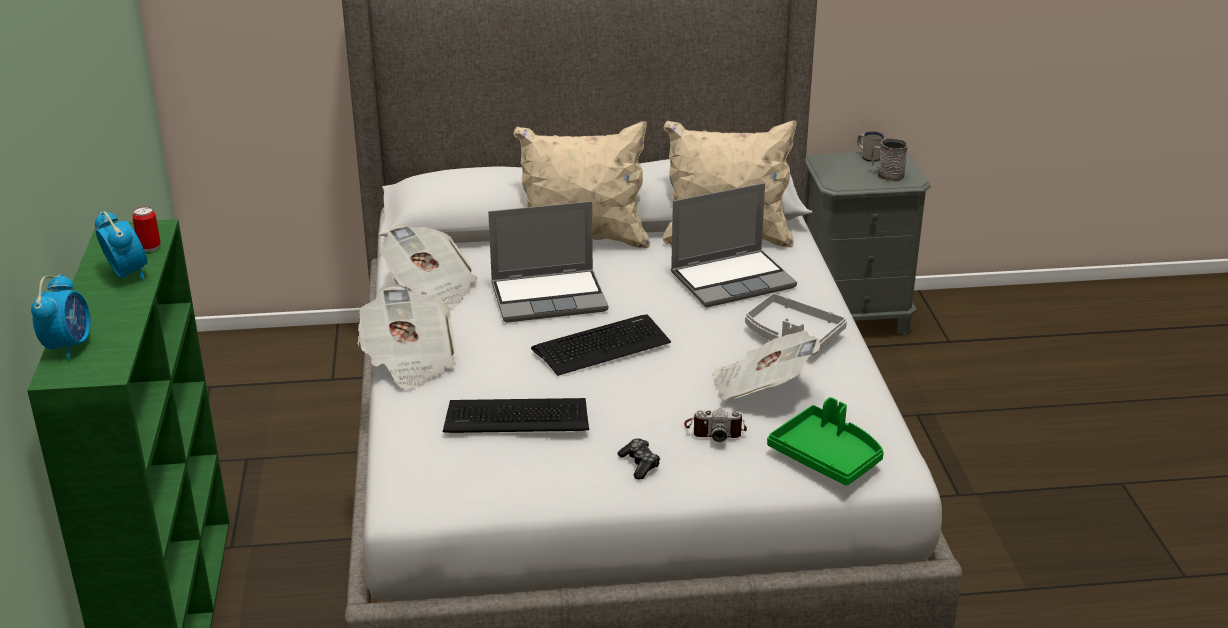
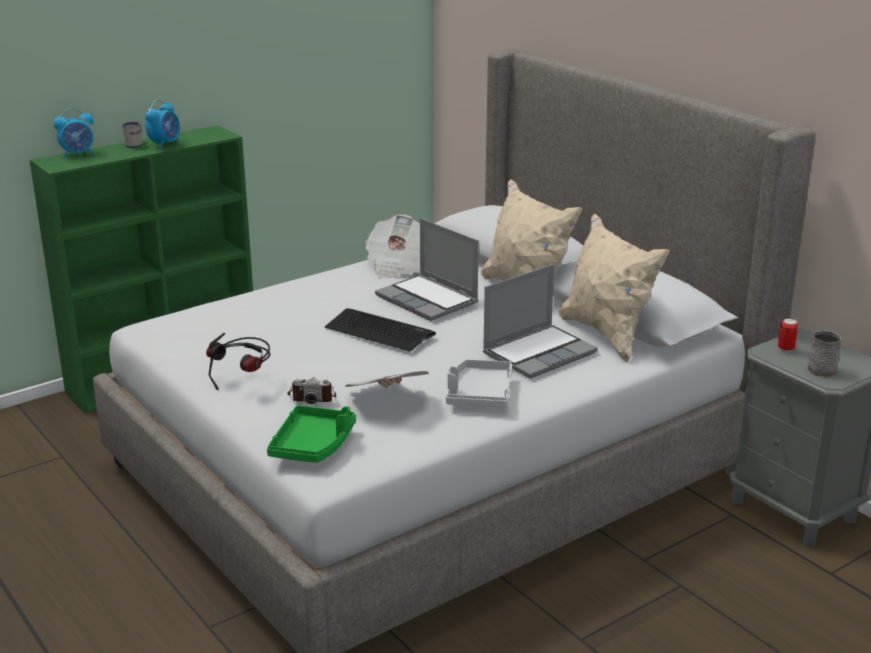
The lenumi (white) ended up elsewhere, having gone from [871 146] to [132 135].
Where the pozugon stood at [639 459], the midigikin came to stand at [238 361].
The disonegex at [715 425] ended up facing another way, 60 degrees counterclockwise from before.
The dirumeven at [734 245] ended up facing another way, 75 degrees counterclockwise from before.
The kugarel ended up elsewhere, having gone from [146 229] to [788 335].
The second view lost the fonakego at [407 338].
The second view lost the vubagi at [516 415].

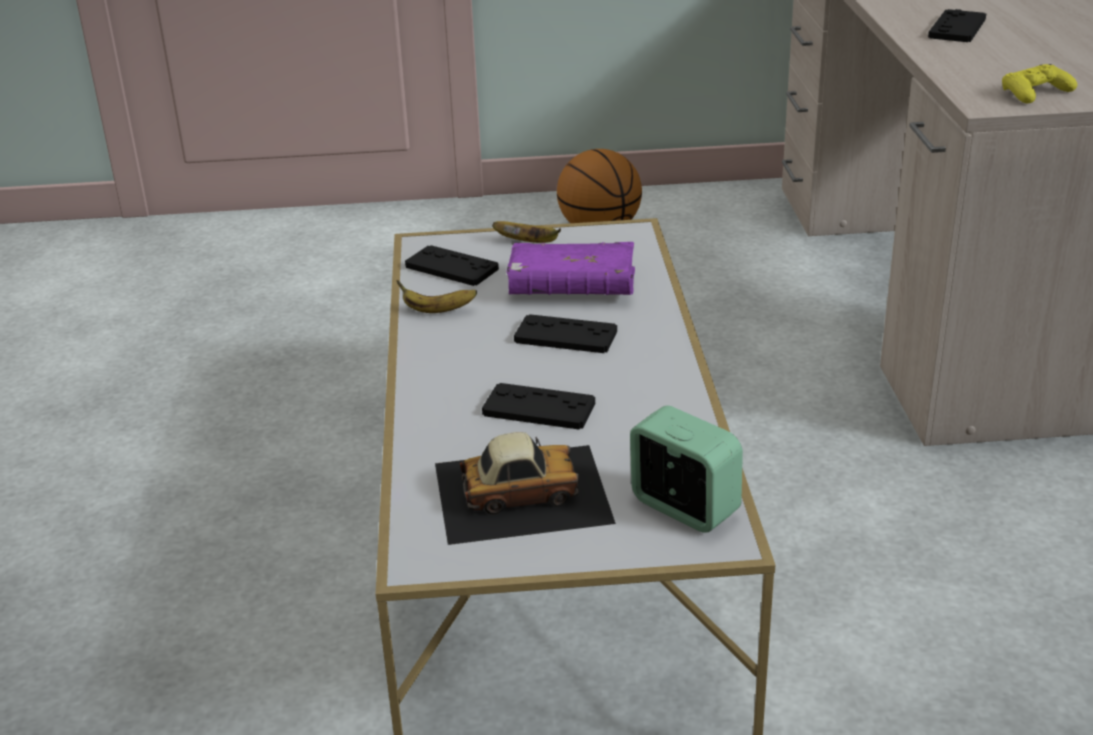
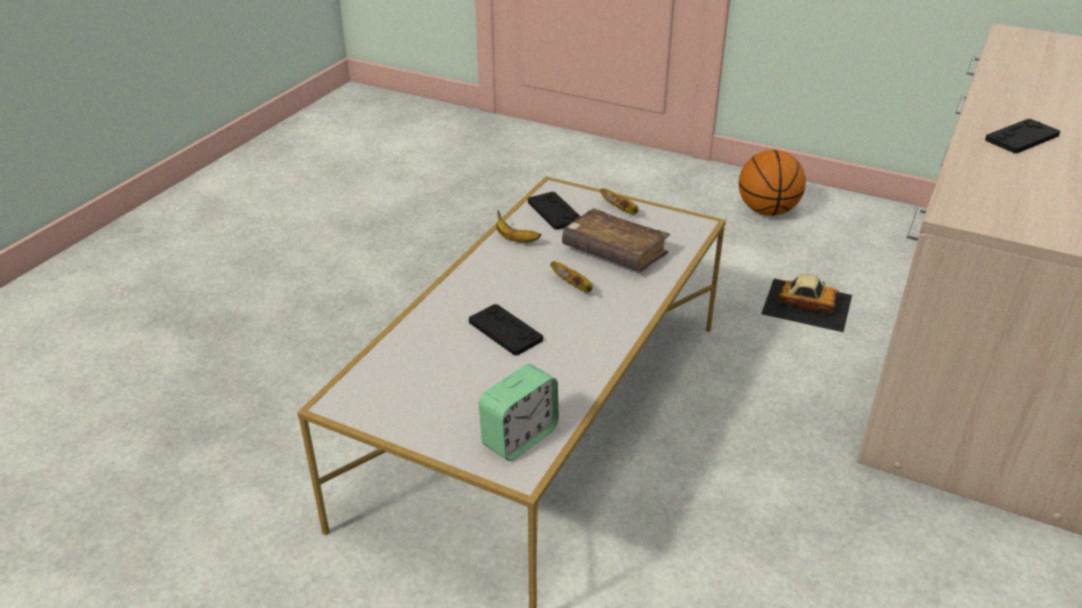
The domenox at [686 469] ended up facing another way, 60 degrees clockwise from before.
Where the pozugon (black) stood at [565 333], the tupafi came to stand at [571 277].
What was the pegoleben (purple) at [570 268] turned into the pegoleben (brown) at [616 240].
The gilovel ended up elsewhere, having gone from [525 488] to [806 303].
The second view lost the pozugon (yellow) at [1039 83].

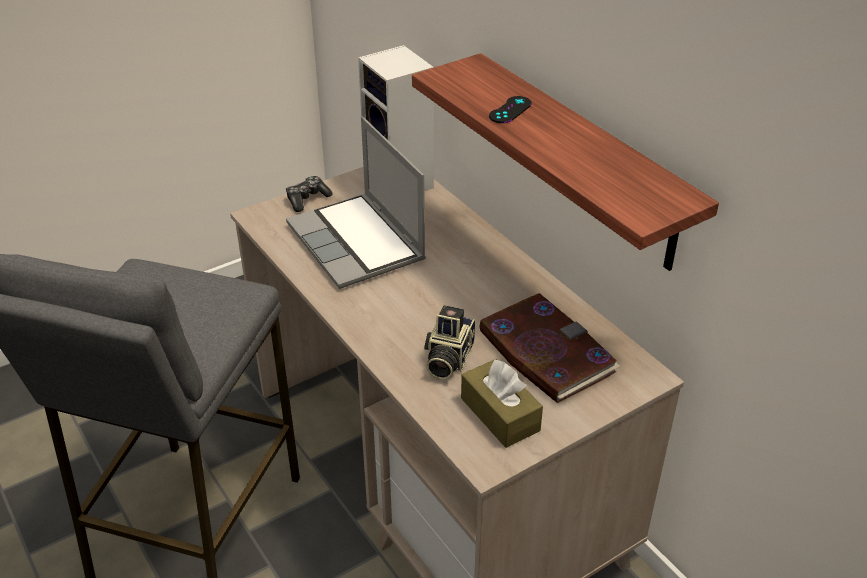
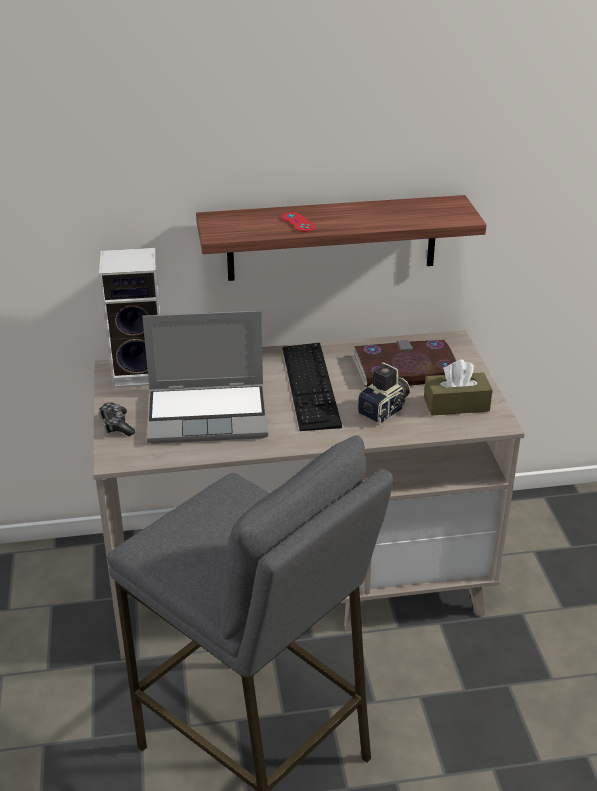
What was the pozugon (black) at [510 109] turned into the pozugon (red) at [298 222].
The second view gained the vubagi at [312 387].
The disonegex at [449 342] ended up facing another way, 90 degrees counterclockwise from before.

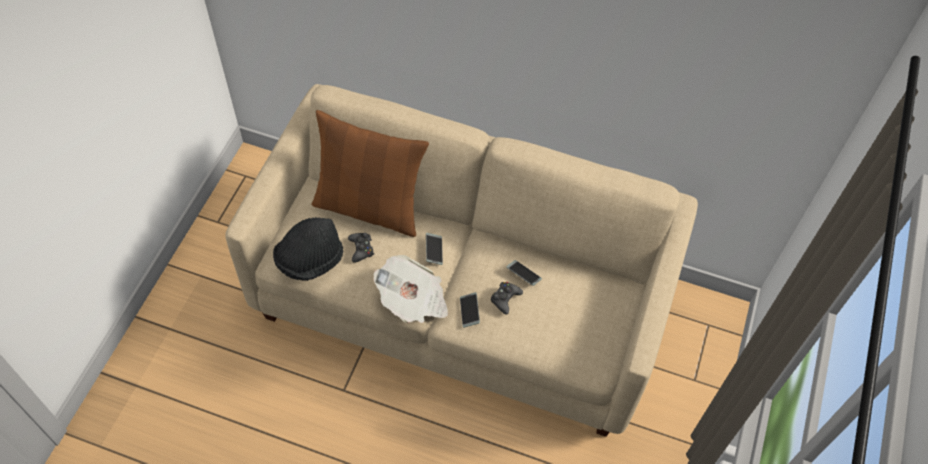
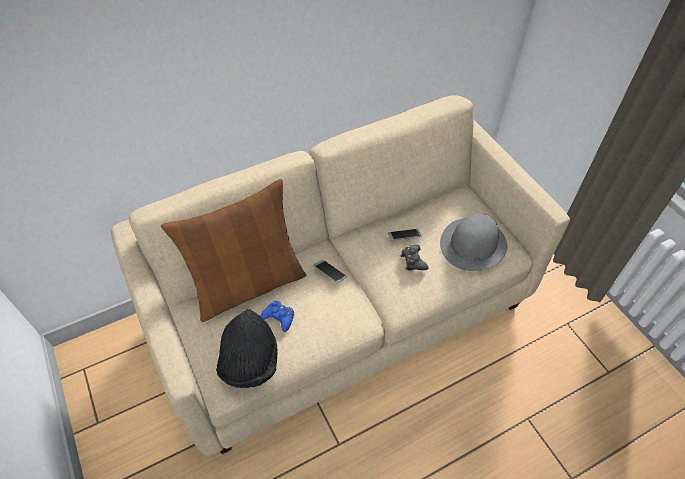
What was the pozugon (black) at [361 247] turned into the pozugon (blue) at [277 316].
The second view gained the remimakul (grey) at [473 242].
The second view lost the fonakego at [410 289].
The second view lost the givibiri at [470 310].

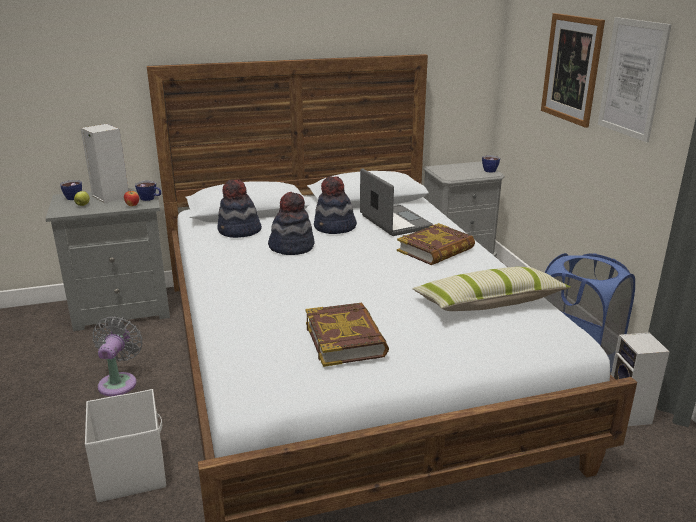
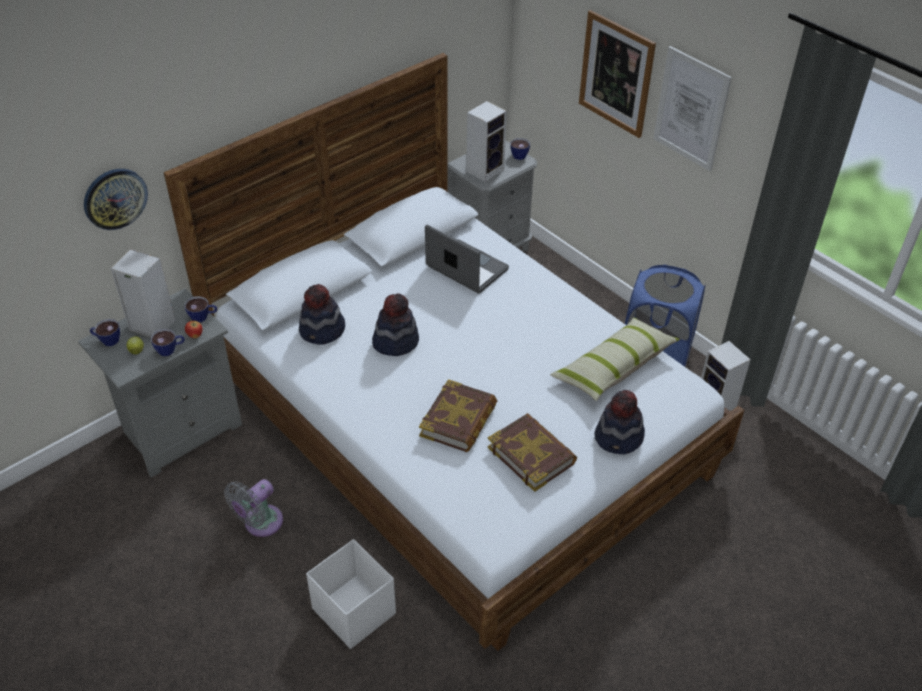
The second view gained the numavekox at [116 199].
The second view gained the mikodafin at [168 342].
The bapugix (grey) at [117 356] ended up facing another way, 120 degrees counterclockwise from before.
The pegoleben ended up elsewhere, having gone from [436 244] to [458 415].
The second view gained the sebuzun at [486 141].
The remimakul ended up elsewhere, having gone from [335 205] to [619 422].

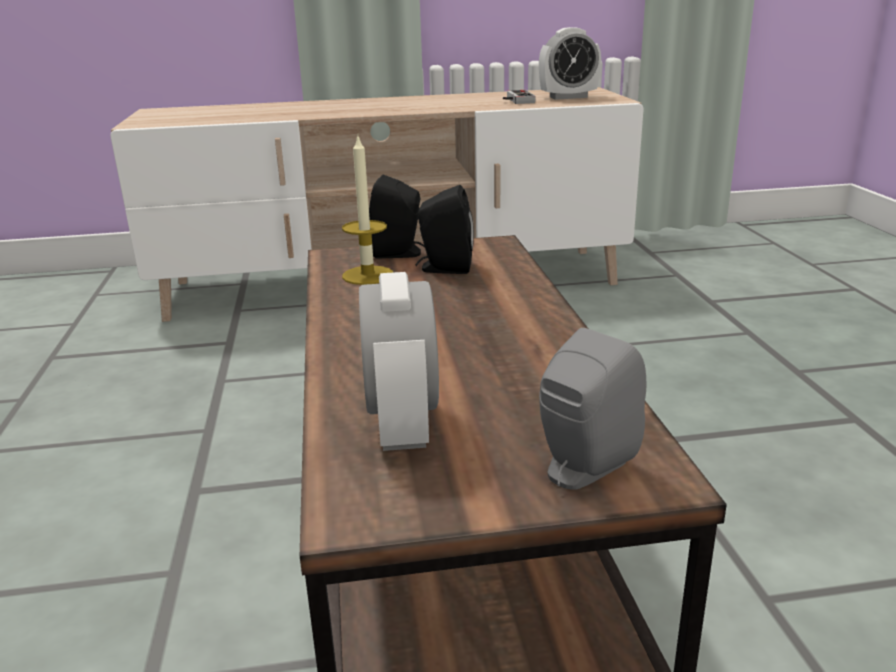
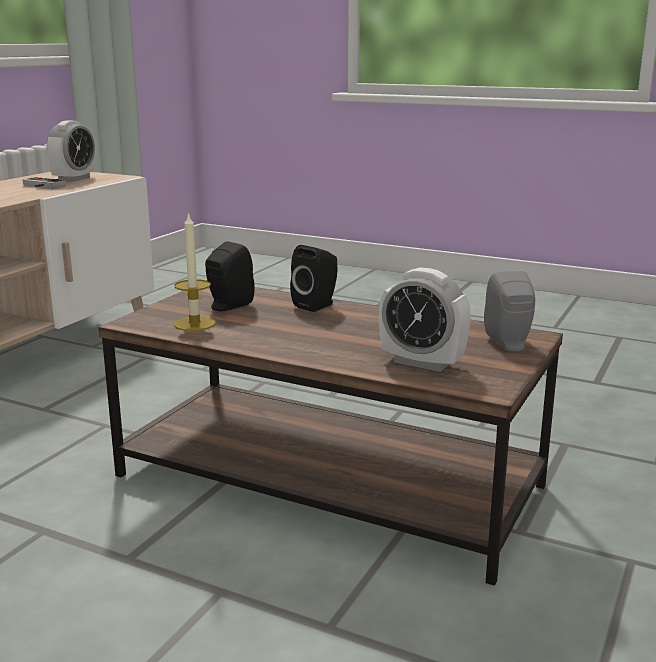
The sebuzun (black) ended up elsewhere, having gone from [397 216] to [314 278].

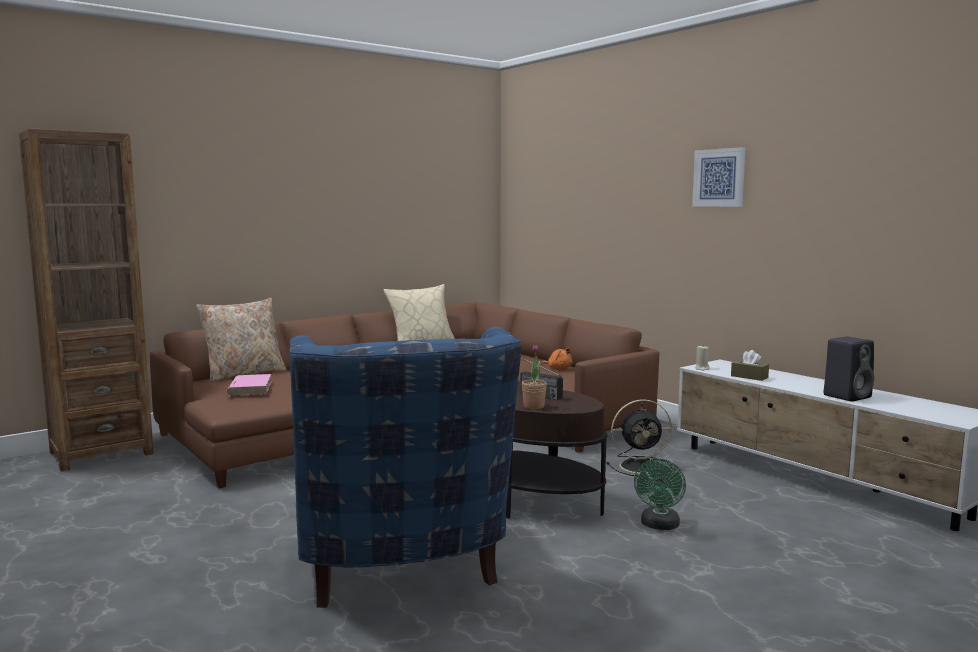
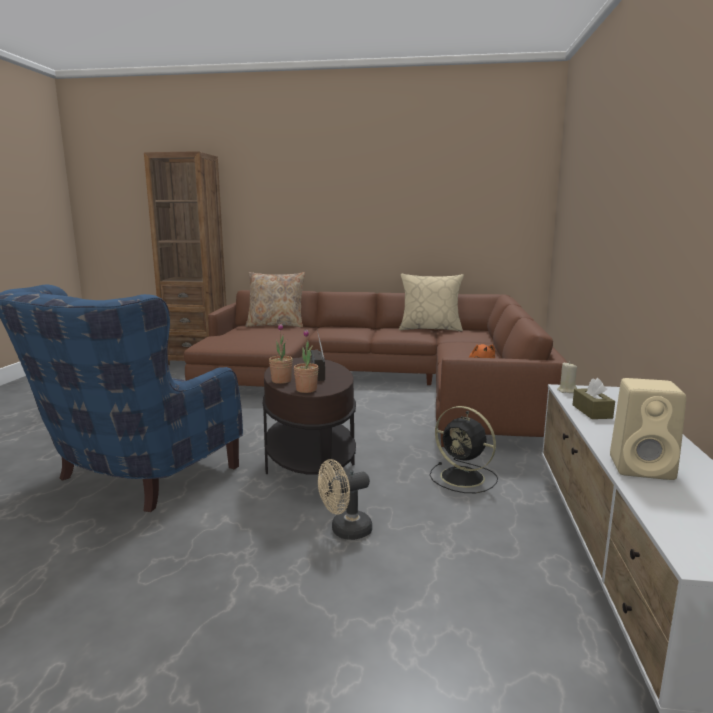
The second view gained the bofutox at [306 361].
What was the bapugix (green) at [660 494] turned into the bapugix (beige) at [345 499].
What was the sebuzun (black) at [849 369] turned into the sebuzun (beige) at [648 429].
The second view lost the pegoleben (pink) at [249 385].
The second view lost the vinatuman at [718 177].

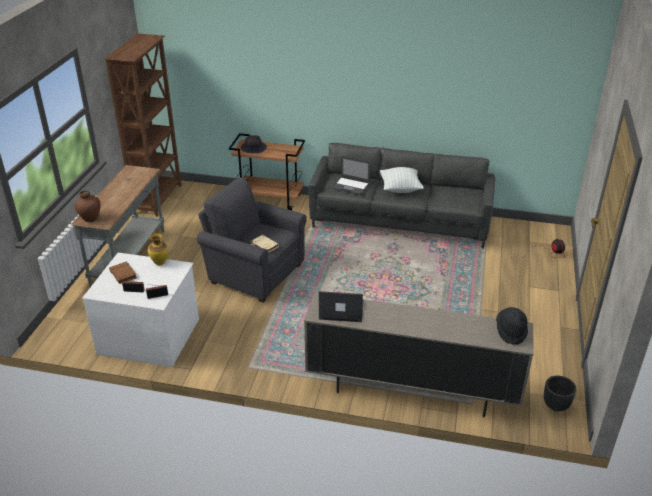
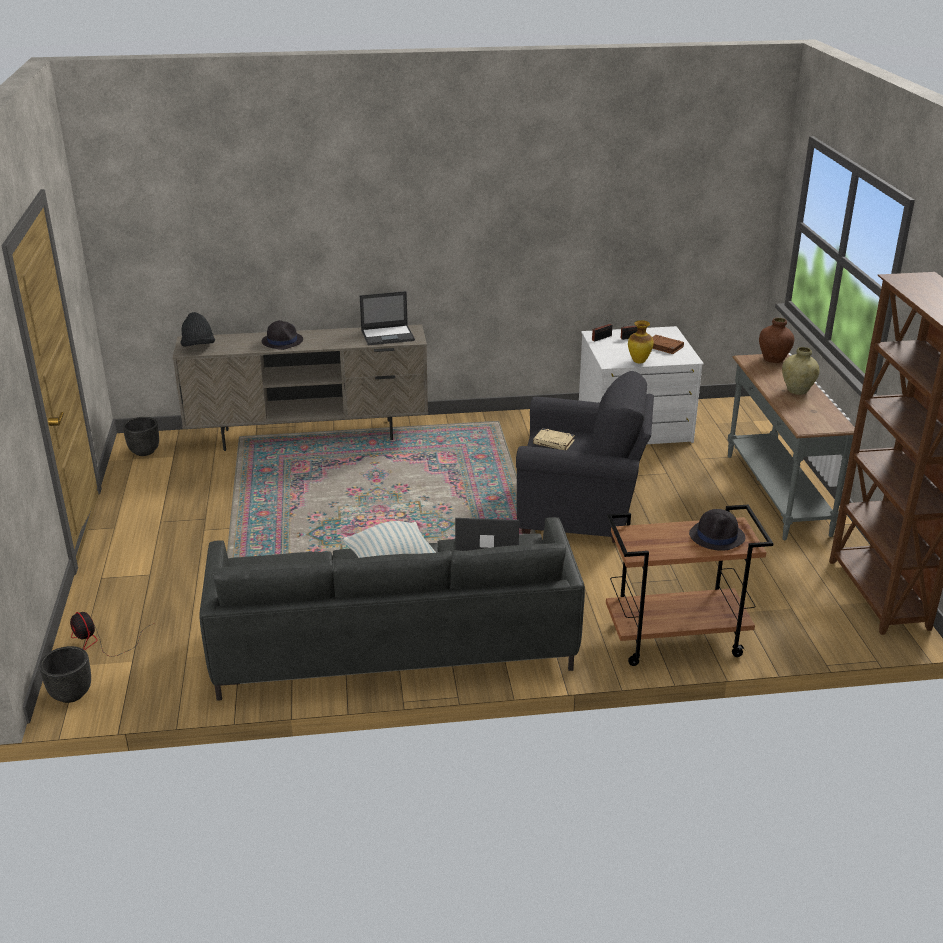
The second view gained the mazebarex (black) at [65 674].
The second view gained the remimakul (black) at [282 335].
The second view gained the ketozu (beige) at [801 371].

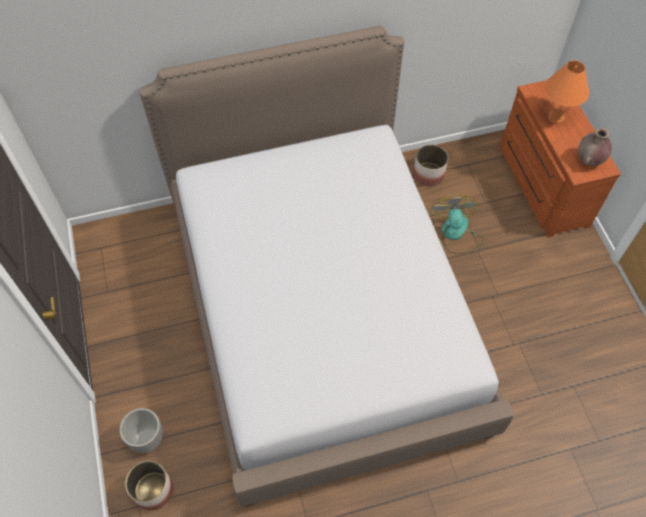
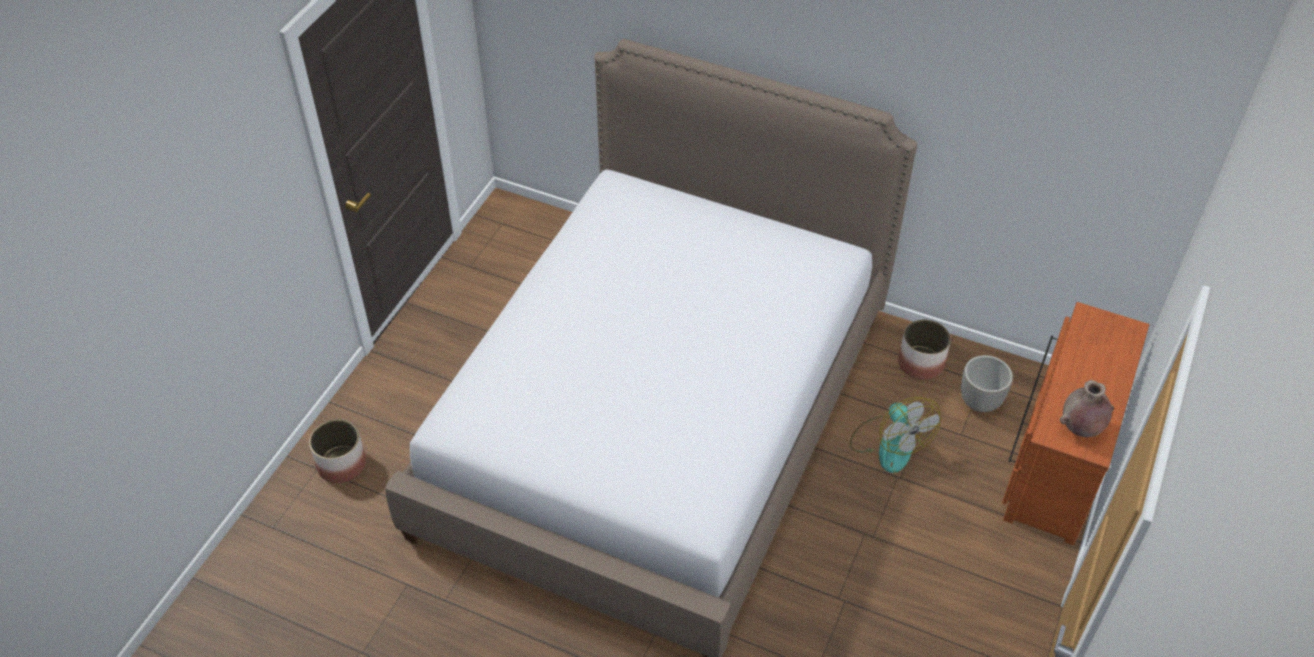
The bapugix at [457 224] ended up facing another way, 120 degrees clockwise from before.
The mazebarex ended up elsewhere, having gone from [141 430] to [987 383].
The second view lost the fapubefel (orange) at [566 92].

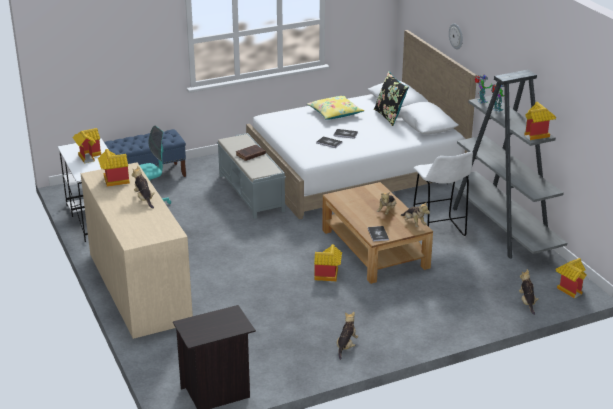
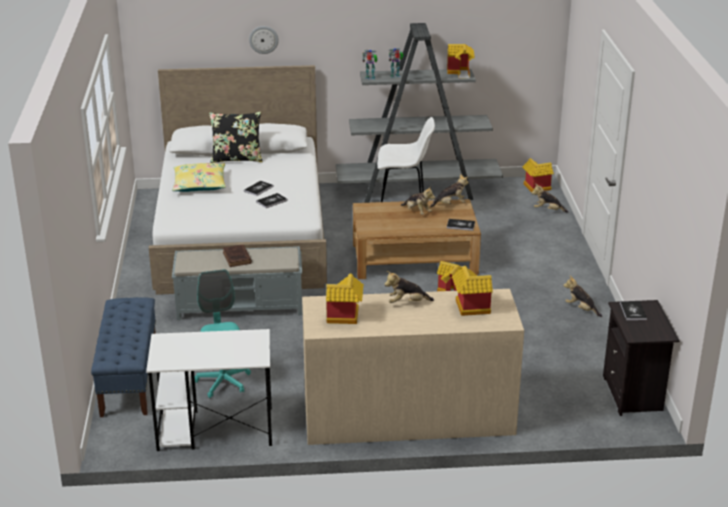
The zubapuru ended up elsewhere, having gone from [86 146] to [472 291].
The second view gained the pegoleben at [633 310].

